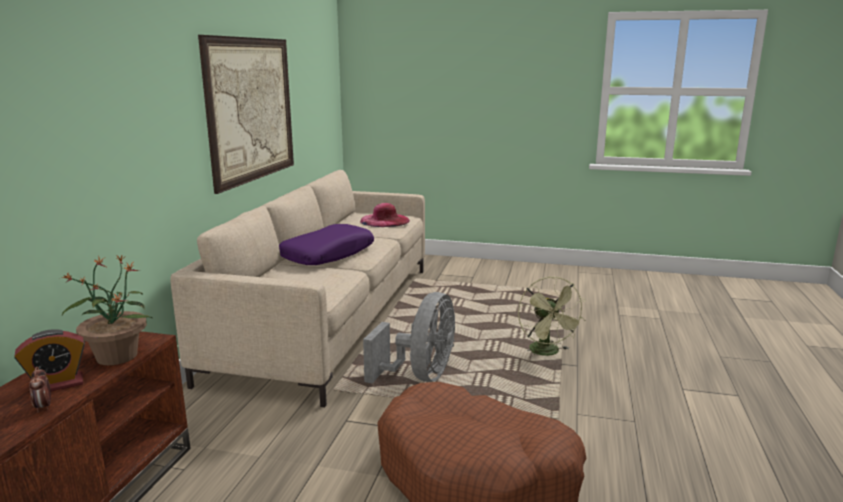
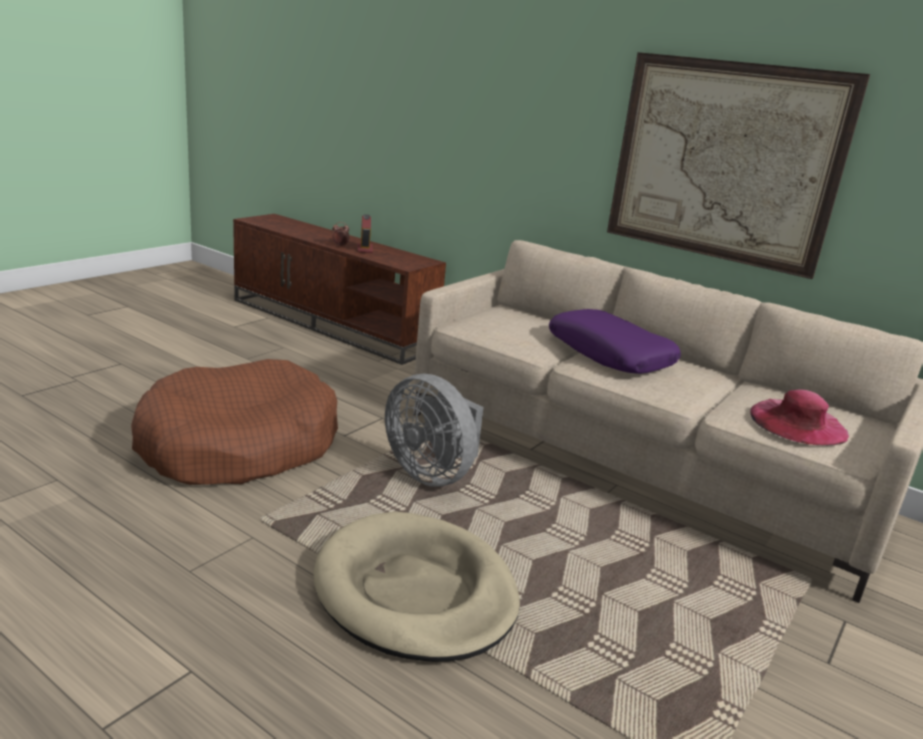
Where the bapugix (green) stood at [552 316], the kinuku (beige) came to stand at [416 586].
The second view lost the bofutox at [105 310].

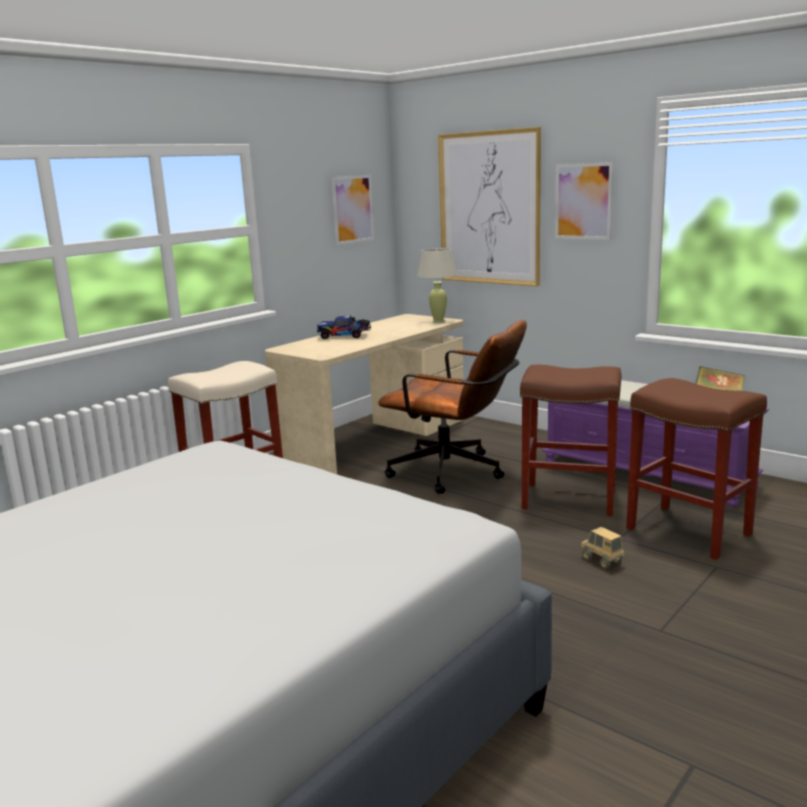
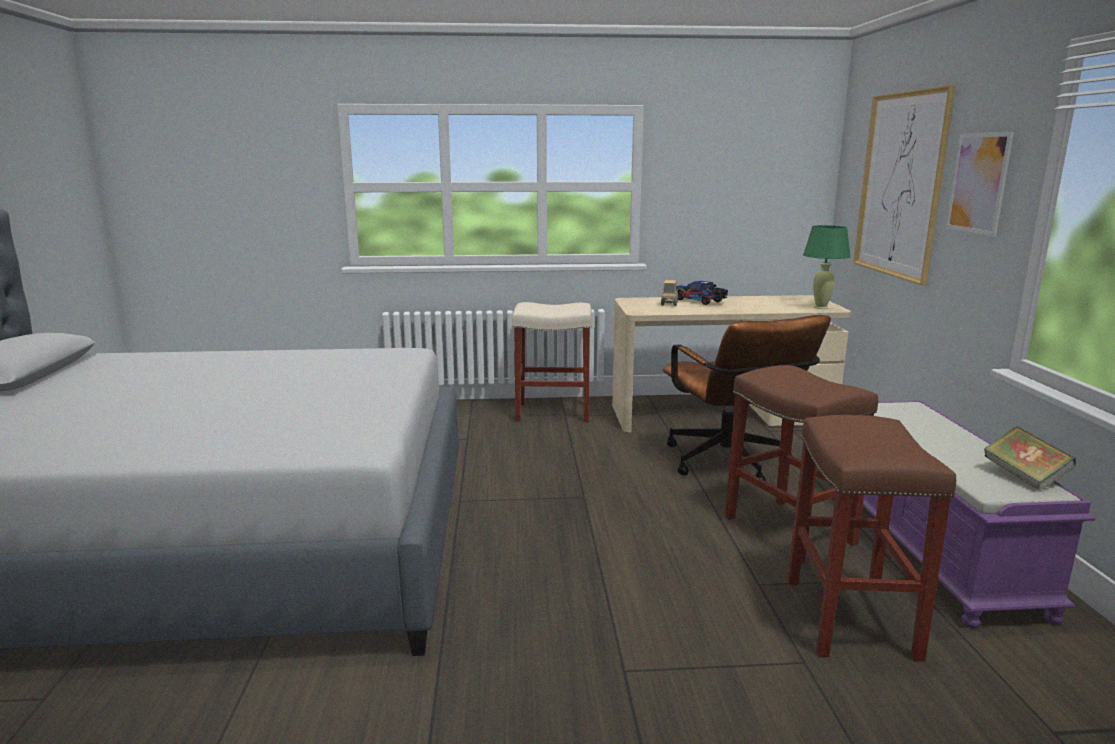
The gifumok ended up elsewhere, having gone from [603 548] to [670 293].
What was the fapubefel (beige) at [437 285] turned into the fapubefel (green) at [827 267].
The second view lost the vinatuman at [352 210].

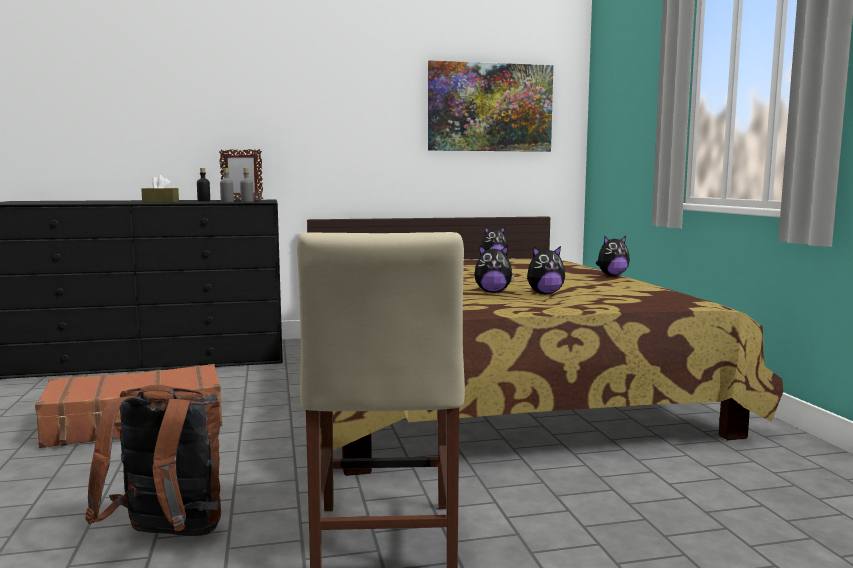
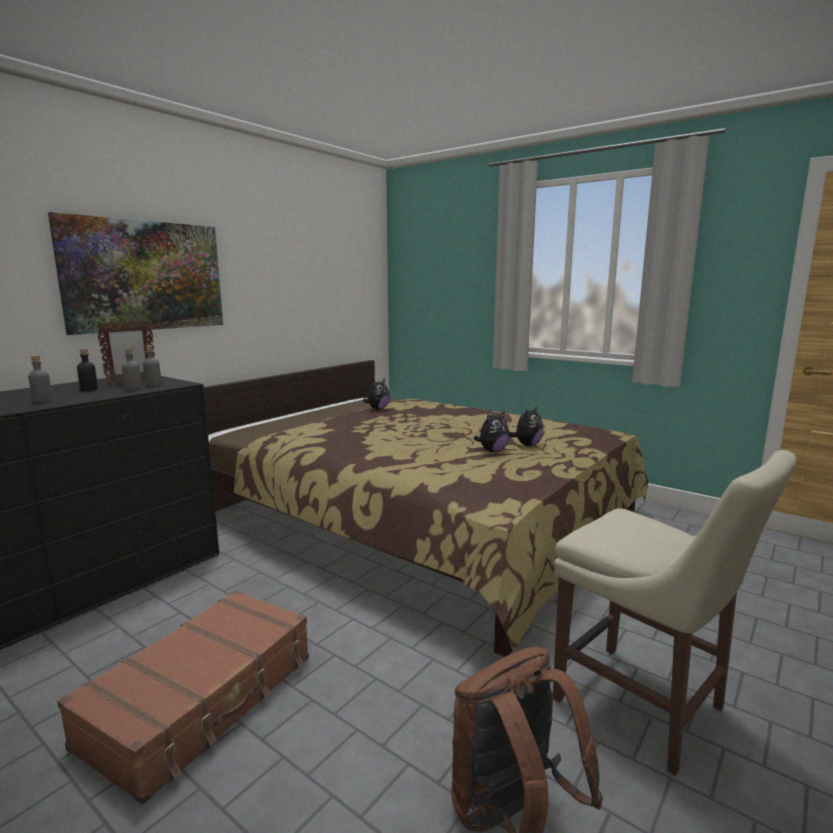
Where the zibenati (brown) stood at [160 188], the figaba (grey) came to stand at [40 378].
The vinatuman ended up elsewhere, having gone from [490 106] to [135 273].
The second view lost the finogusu at [613 256].

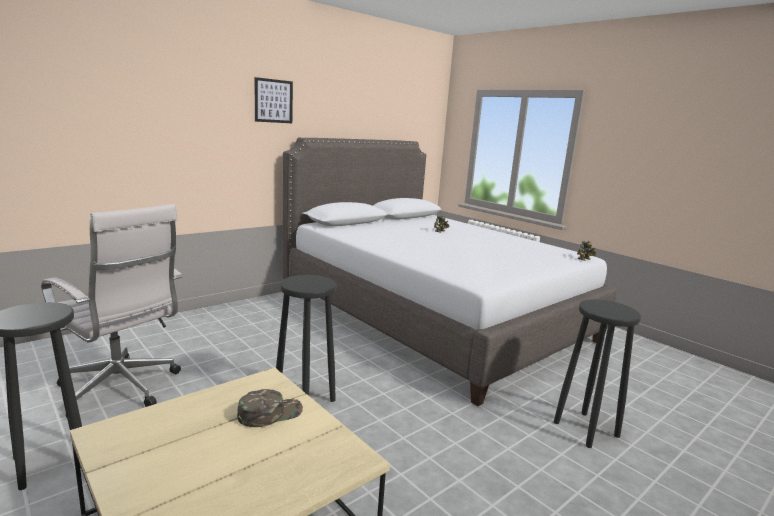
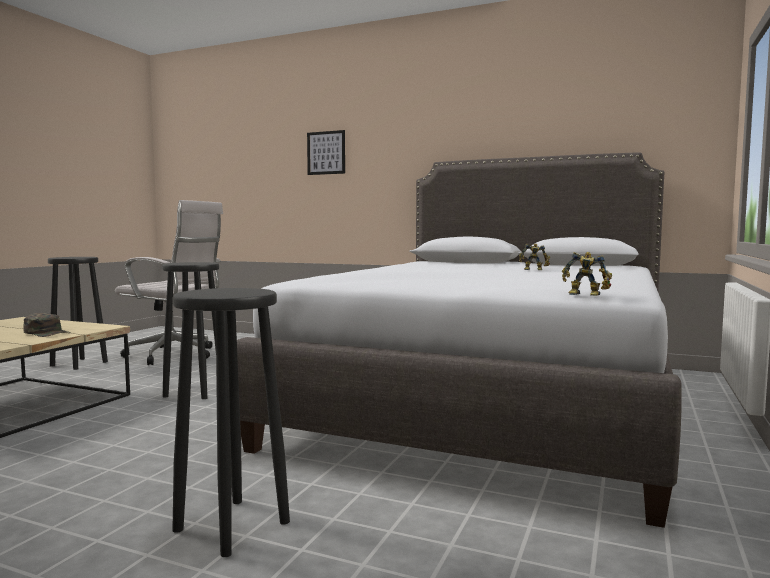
The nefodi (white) at [111 311] ended up facing another way, 75 degrees counterclockwise from before.
The vinatuman ended up elsewhere, having gone from [273 100] to [326 152].

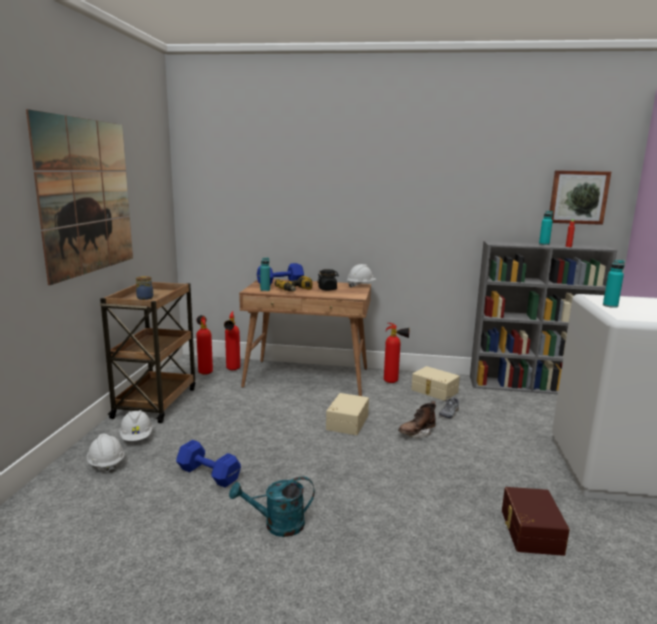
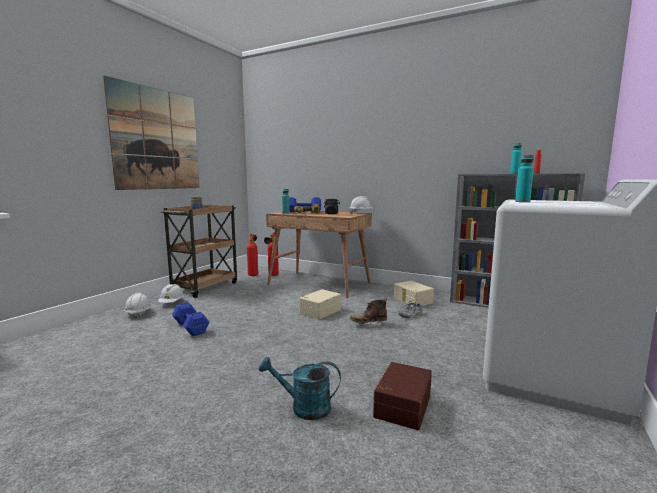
The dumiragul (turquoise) ended up elsewhere, having gone from [272 506] to [300 388].
The second view lost the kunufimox at [397 353].
The second view lost the vinatuman at [580 197].

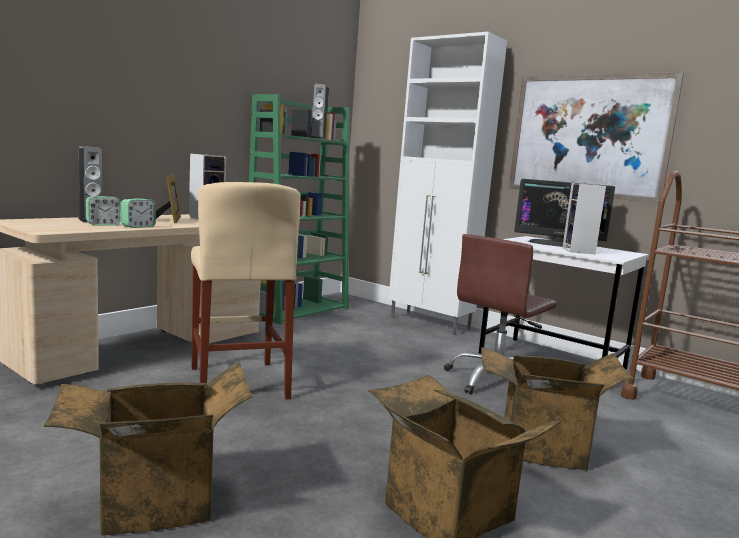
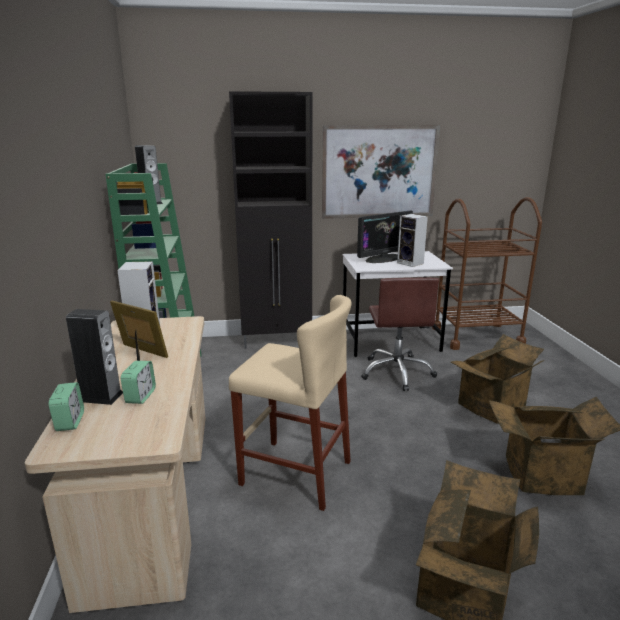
The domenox ended up elsewhere, having gone from [138 213] to [66 406].
What was the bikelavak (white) at [448 183] turned into the bikelavak (black) at [270 220].

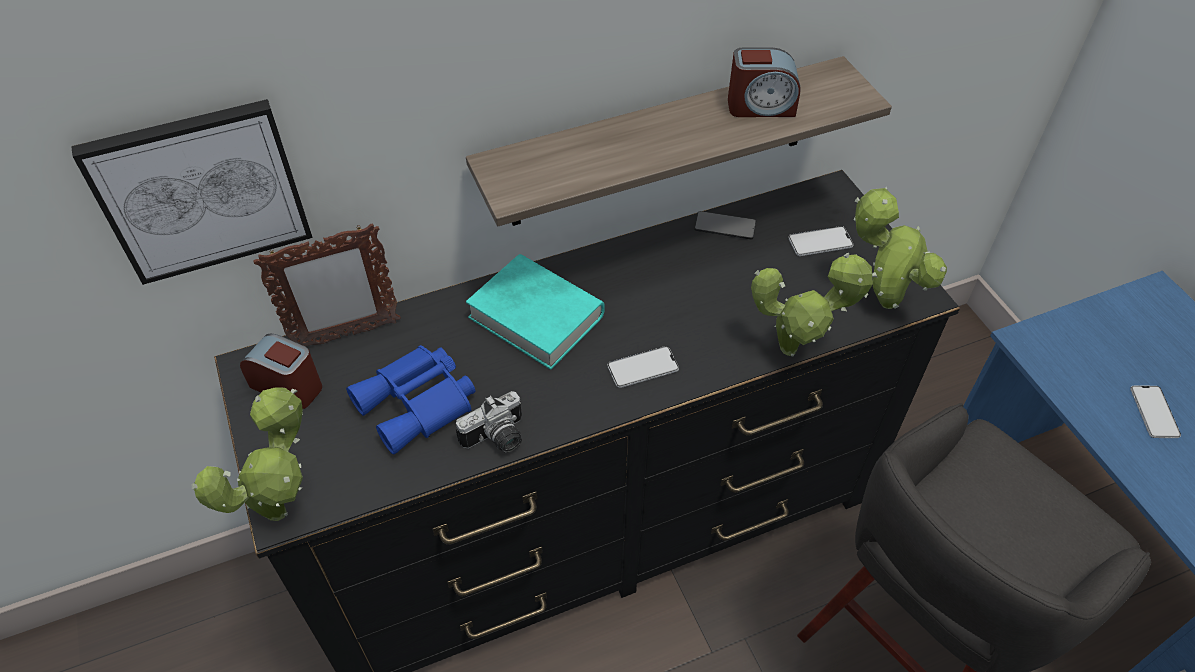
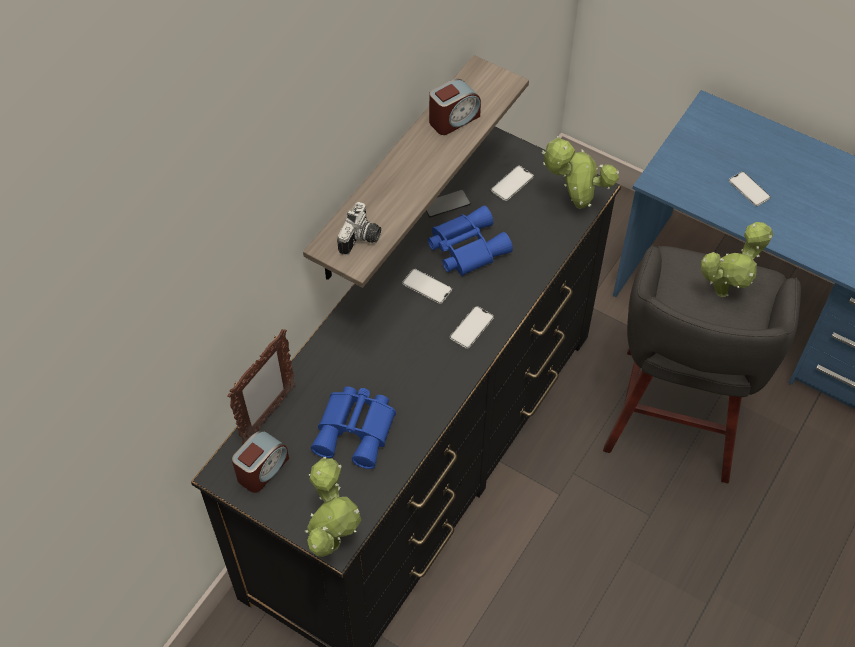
The domenox at [281 371] ended up facing another way, 135 degrees clockwise from before.
The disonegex ended up elsewhere, having gone from [489 422] to [359 228].
The second view gained the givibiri at [427 286].
The second view gained the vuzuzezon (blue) at [470 240].
The bofutox ended up elsewhere, having gone from [814 304] to [737 259].
The second view lost the vinatuman at [192 192].
The second view lost the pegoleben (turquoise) at [535 312].

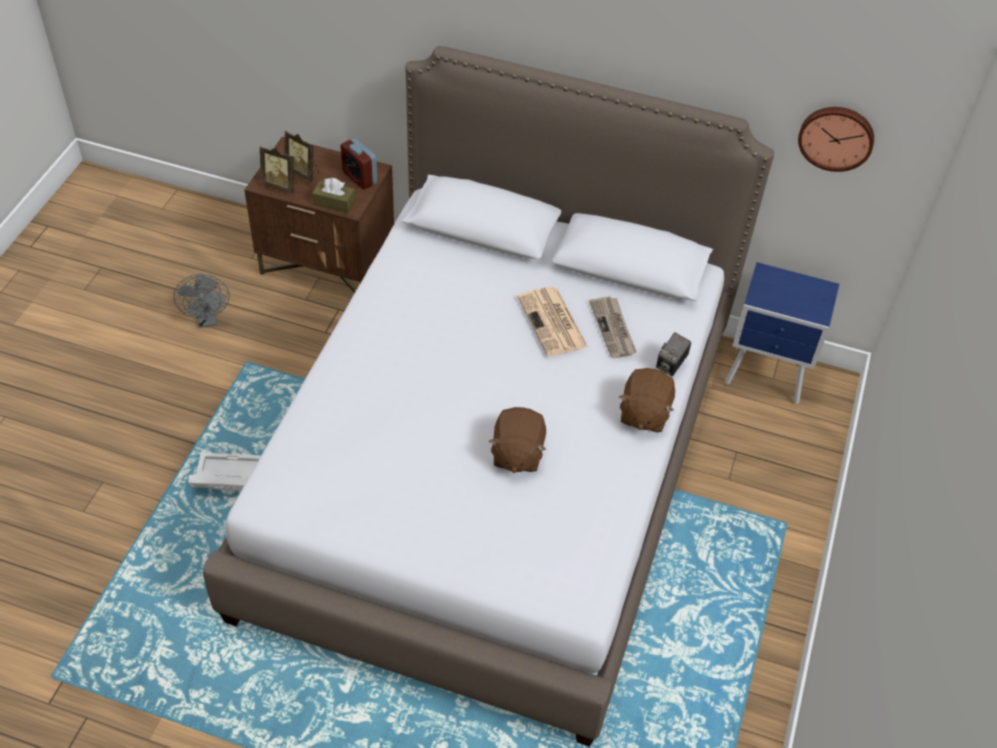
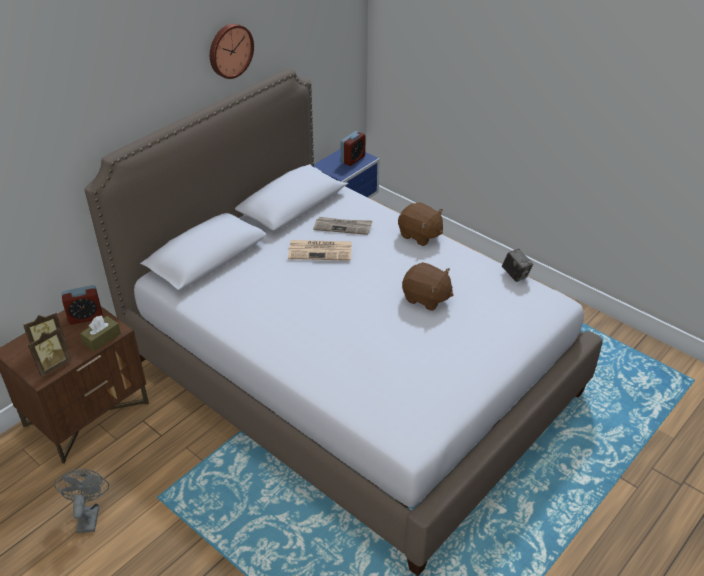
The bapugix (grey) at [201 300] ended up facing another way, 105 degrees counterclockwise from before.
The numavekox ended up elsewhere, having gone from [836 139] to [232 51].
The second view gained the domenox at [353 148].
The disonegex ended up elsewhere, having gone from [673 354] to [517 265].
The second view lost the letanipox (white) at [224 471].

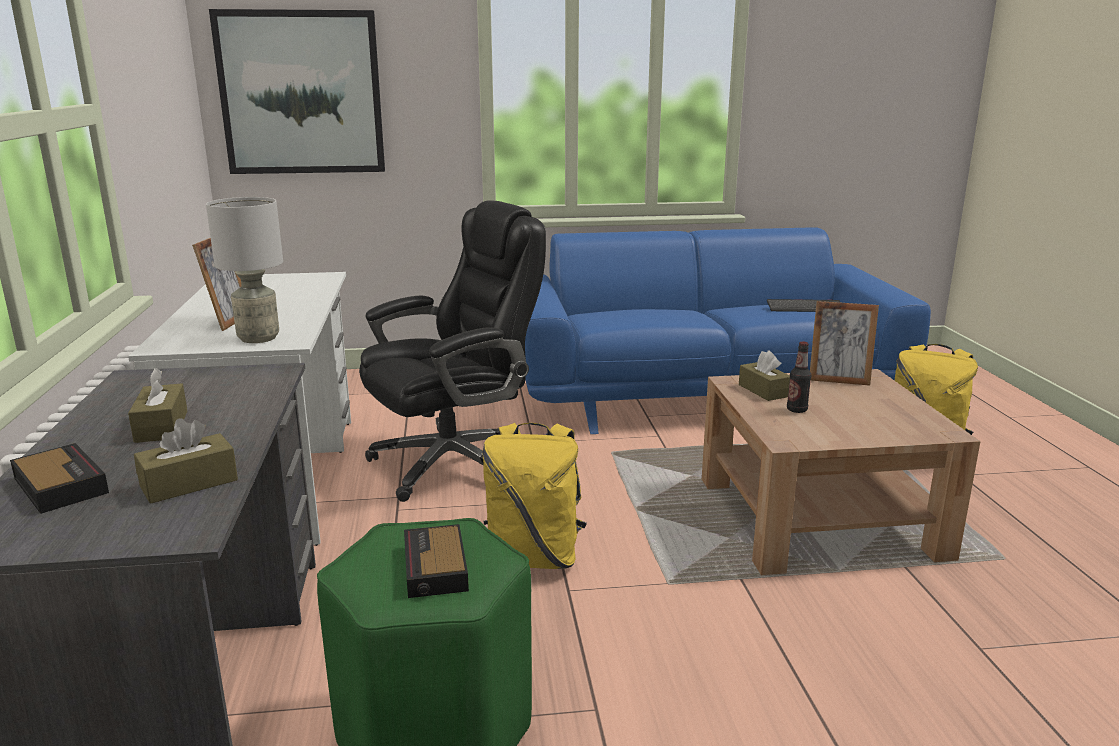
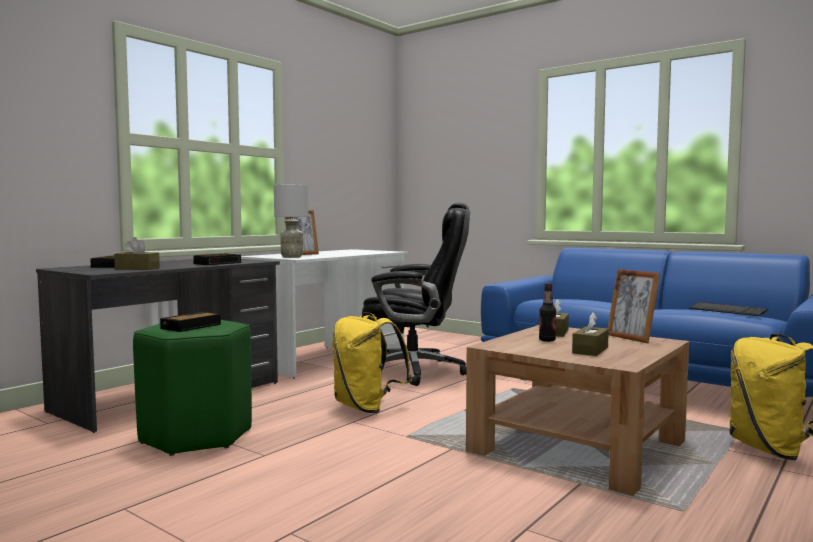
The second view gained the domenox at [217 259].
The zibenati (brown) ended up elsewhere, having gone from [157 405] to [590 334].
The second view lost the vinatuman at [297 91].

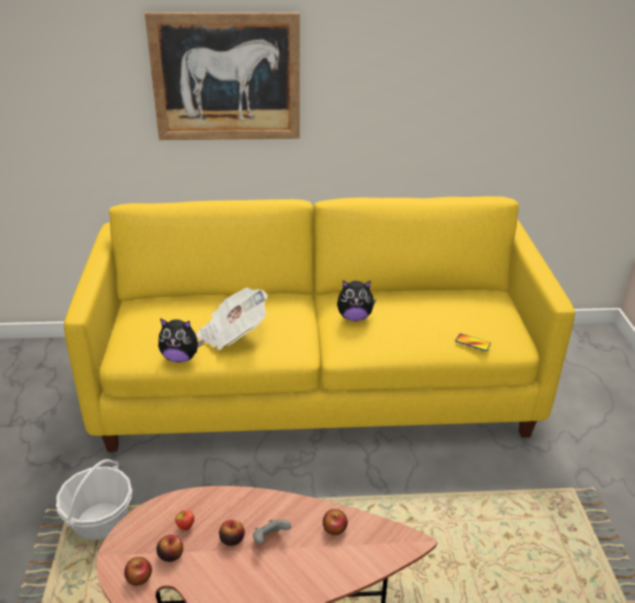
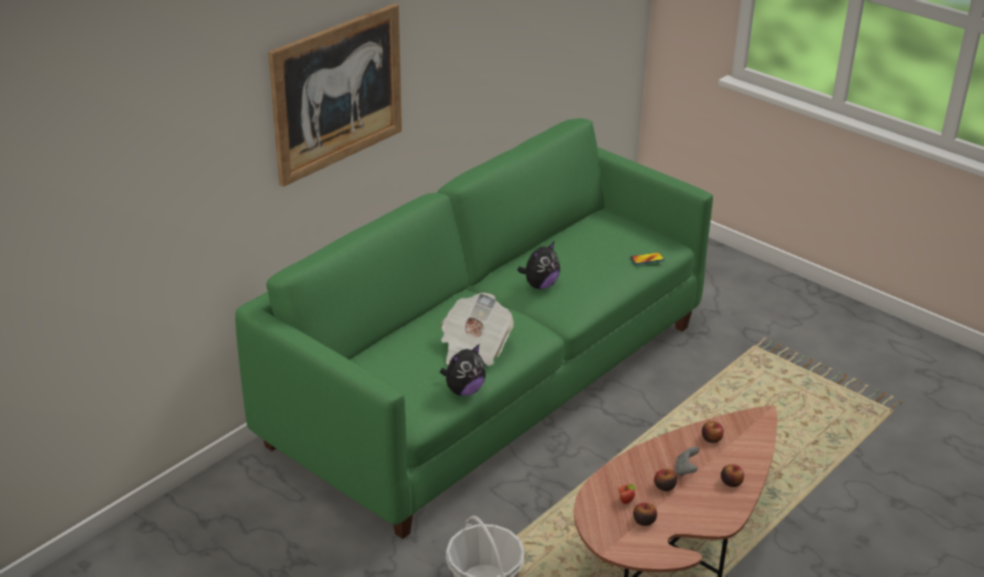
What was the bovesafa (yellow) at [319 324] turned into the bovesafa (green) at [474 328].
The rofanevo ended up elsewhere, having gone from [138 571] to [732 475].

